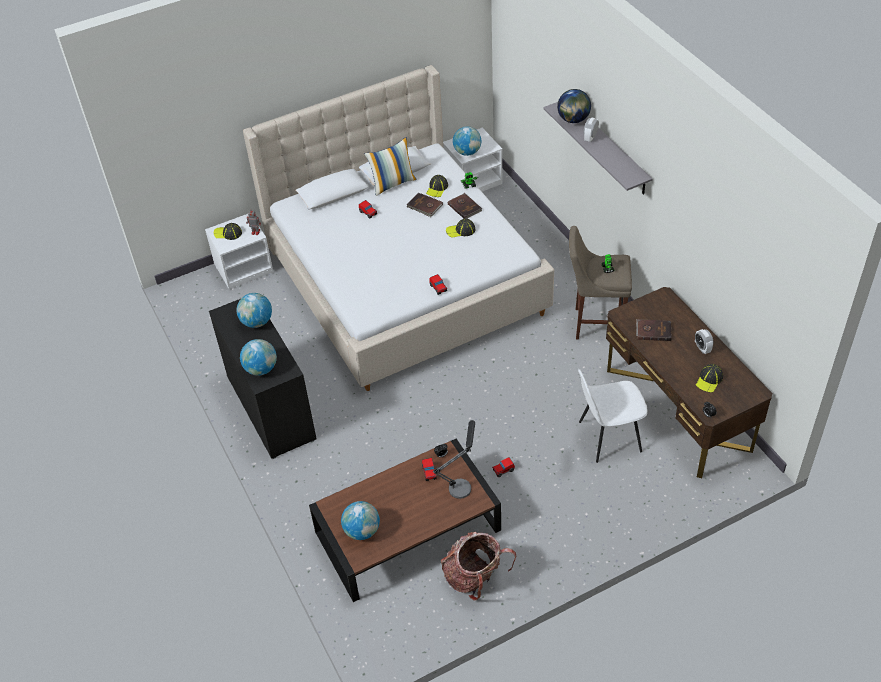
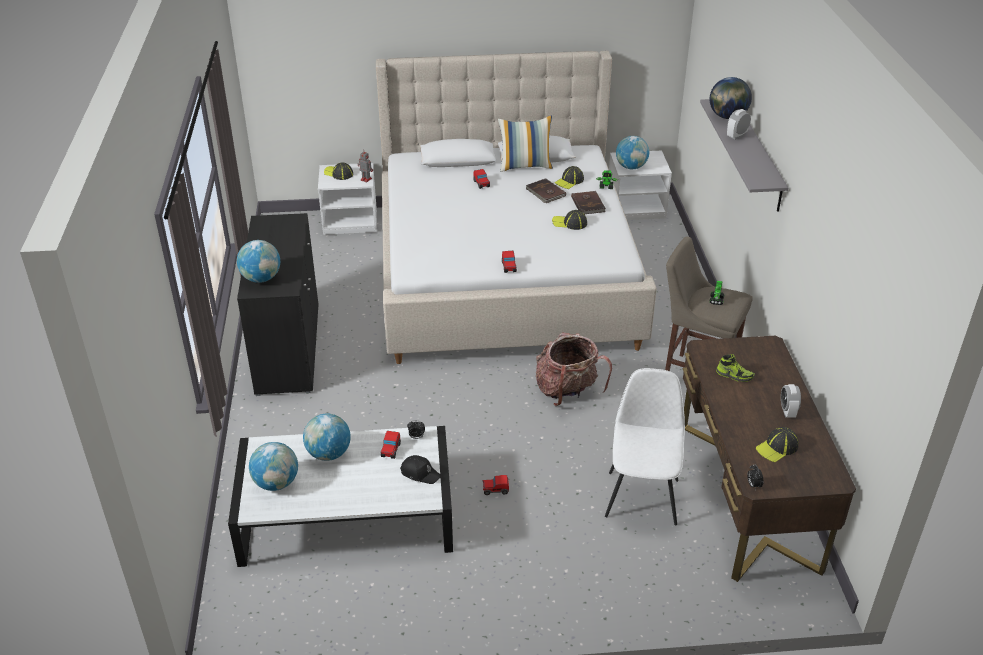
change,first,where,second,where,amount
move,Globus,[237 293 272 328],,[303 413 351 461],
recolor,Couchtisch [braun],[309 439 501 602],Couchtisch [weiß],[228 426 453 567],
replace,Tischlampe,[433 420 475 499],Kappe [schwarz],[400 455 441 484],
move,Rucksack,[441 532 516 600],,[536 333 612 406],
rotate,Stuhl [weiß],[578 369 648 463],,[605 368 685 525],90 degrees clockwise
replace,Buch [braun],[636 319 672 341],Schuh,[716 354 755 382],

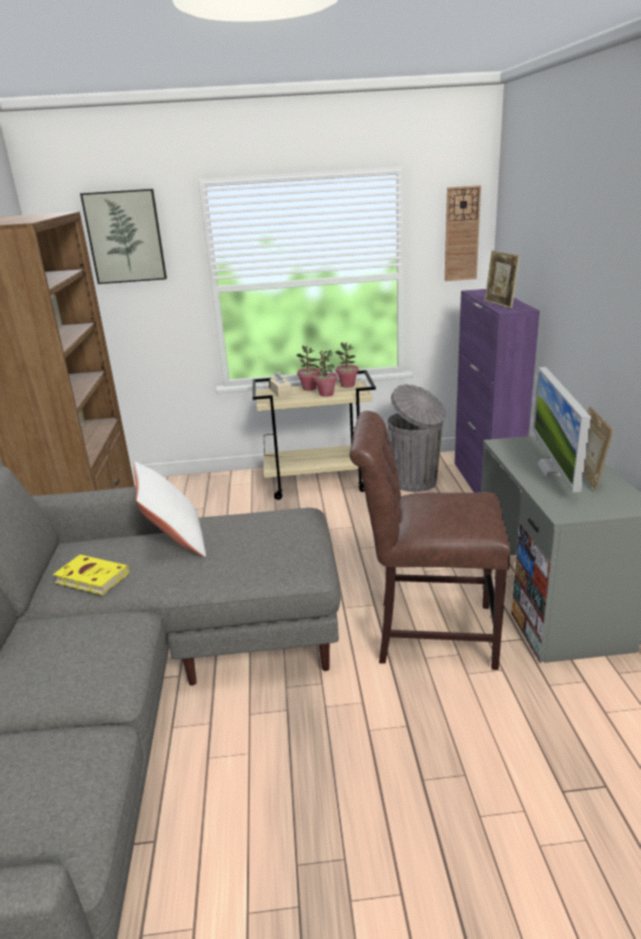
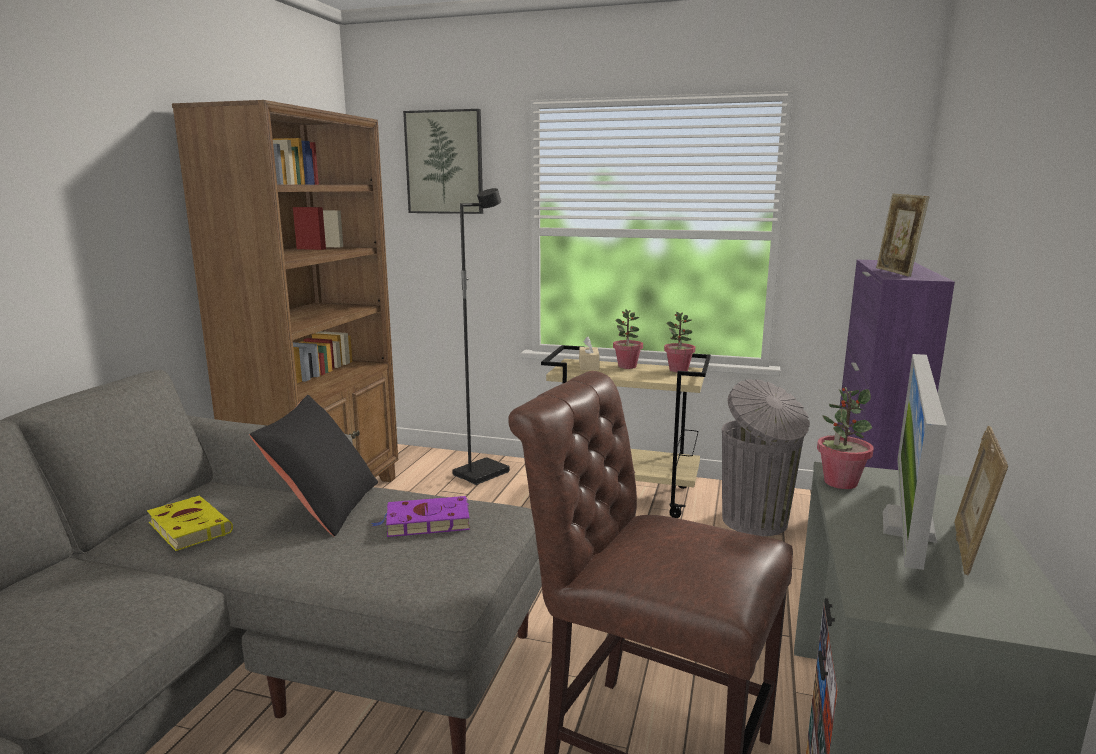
change,first,where,second,where,amount
recolor,Kissen [weiß],[134 462 206 557],Kissen [schwarz],[249 395 378 537],
move,Topfpflanze,[314 350 337 397],,[817 387 874 489],
delete,Wanduhr,[445 185 481 281],,,
insert,,,Buch [lila],[372 496 470 537],
insert,,,Stehlampe [schwarz],[452 188 510 485],

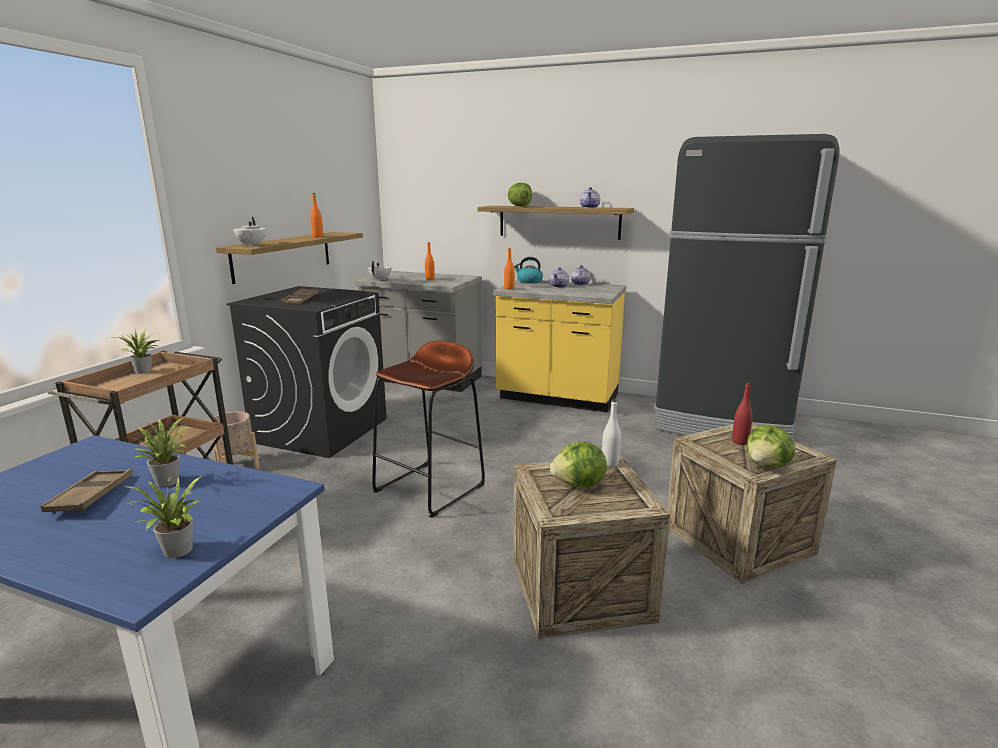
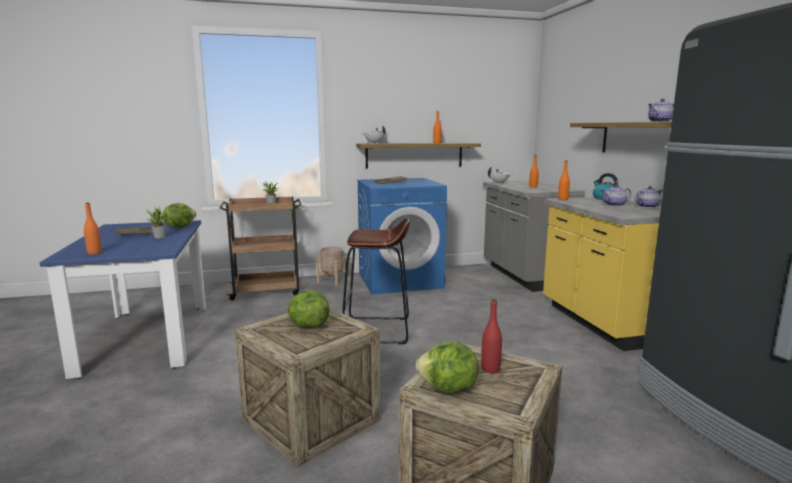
change,first,where,second,where,amount
replace,Topfpflanze,[126 476 202 558],Flasche [orange],[84 203 102 255],
recolor,Waschmaschine [schwarz],[227 286 387 458],Waschmaschine [blau],[357 178 447 294],
move,Salatkopf,[508 183 532 206],,[163 203 196 228],
delete,Flasche [weiß],[602 399 621 467],,,

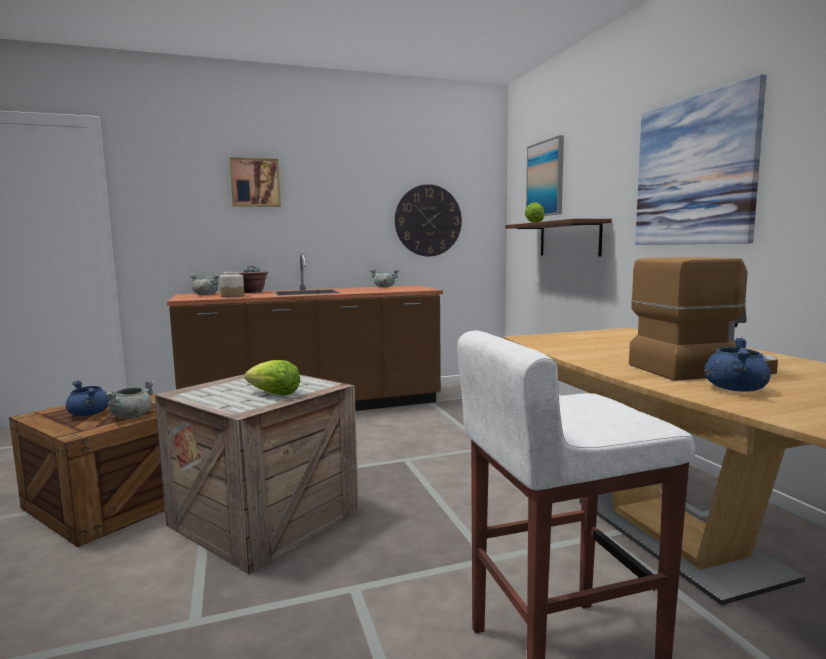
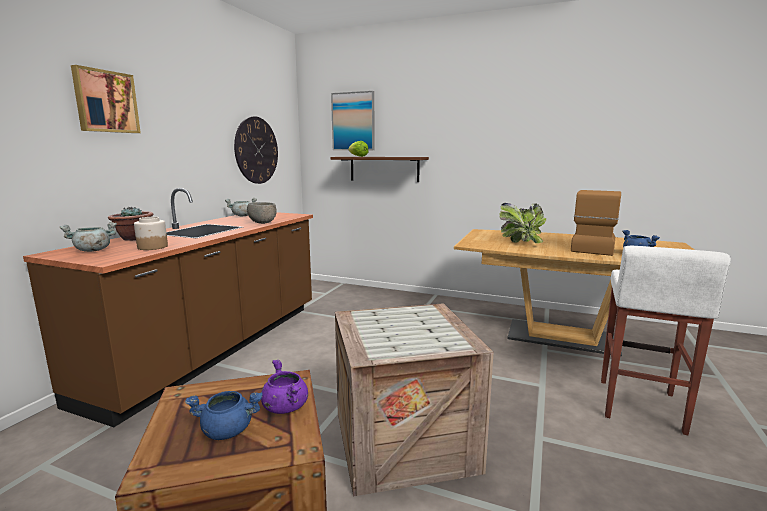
change,first,where,second,where,amount
recolor,Kochtopf [grau],[105 380 155 418],Kochtopf [lila],[261 360 308 414],
delete,Salatkopf,[245 360 300 396],,,
delete,Bild,[635 74 767 245],,,
insert,,,Schüssel [grau],[247 202 276 224],
insert,,,Topfpflanze,[499 203 546 243],

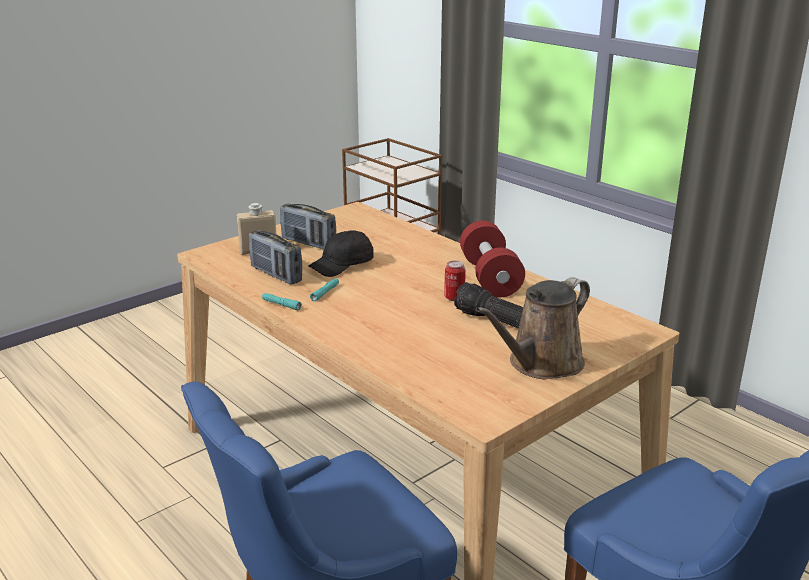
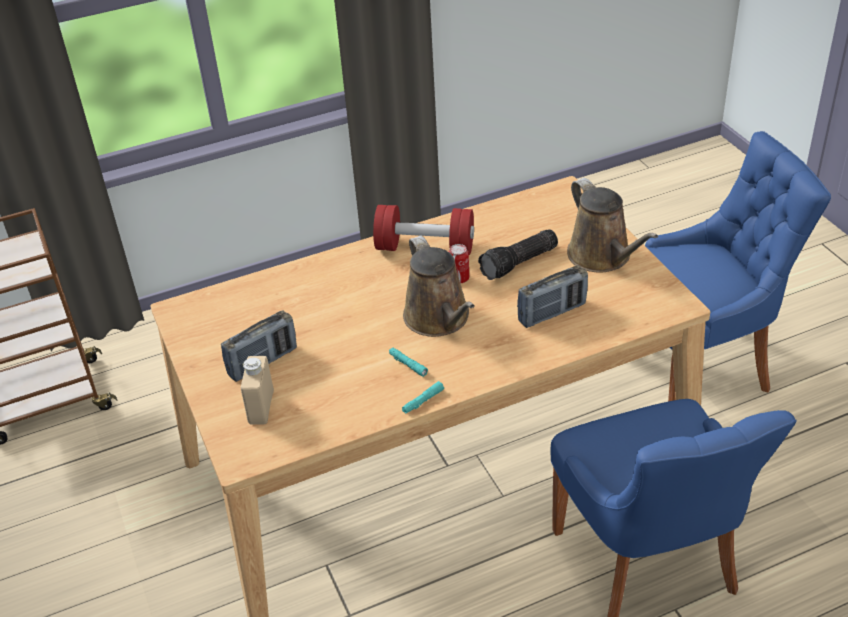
change,first,where,second,where,amount
move,Radio,[249 230 302 284],,[517 265 588 328],
delete,Kappe [schwarz],[308 230 374 277],,,
insert,,,Gießkanne [braun],[403 235 475 337],

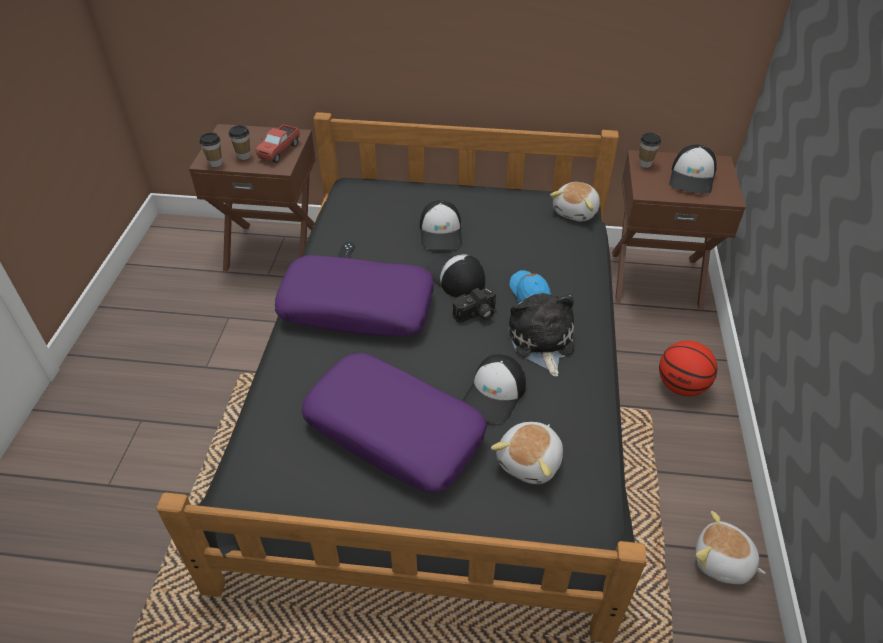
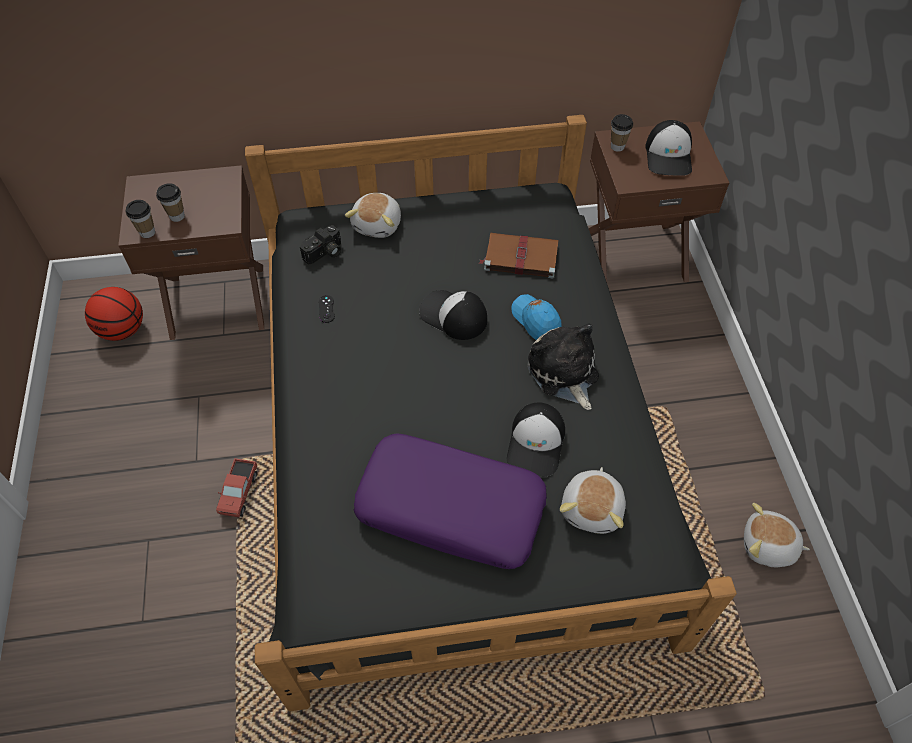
change,first,where,second,where,amount
move,Spielzeuglaster,[256 124 300 163],,[216 458 257 517],
delete,Kissen [lila],[275 255 434 336],,,
delete,Kappe,[420 200 462 250],,,
move,Kamera,[453 288 496 322],,[300 225 341 265],
move,Plüschtier,[550 182 600 222],,[345 193 401 238],
move,Basketball,[659 341 717 396],,[85 287 143 341],
insert,,,Buch [braun],[479 233 559 278],

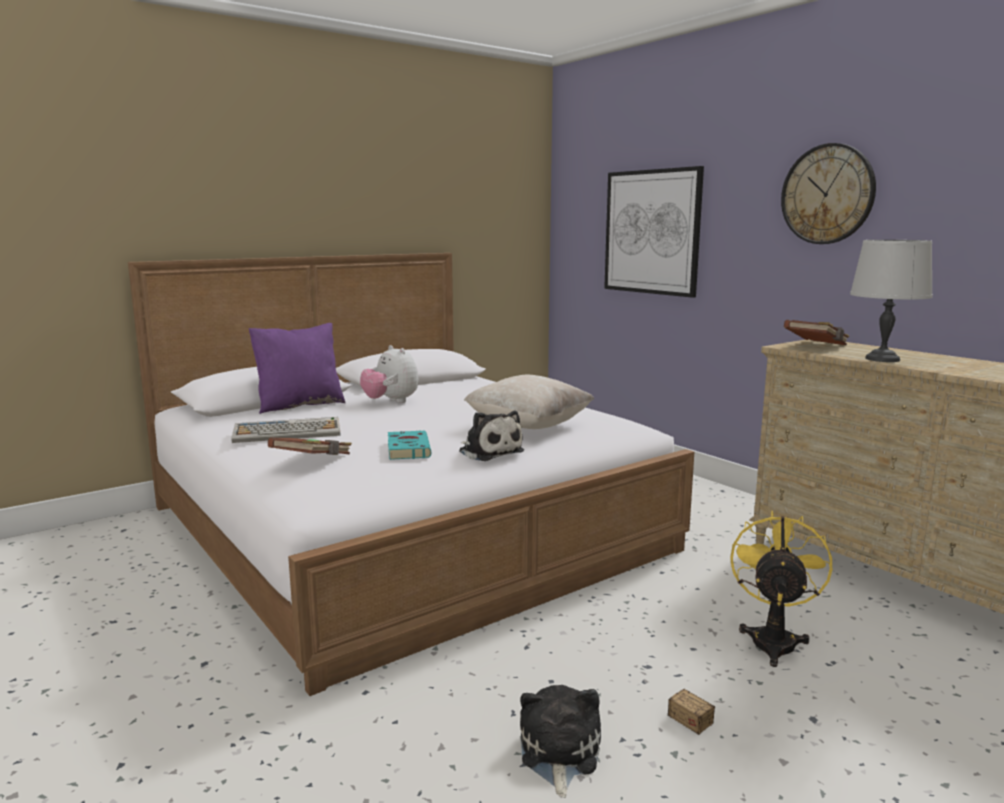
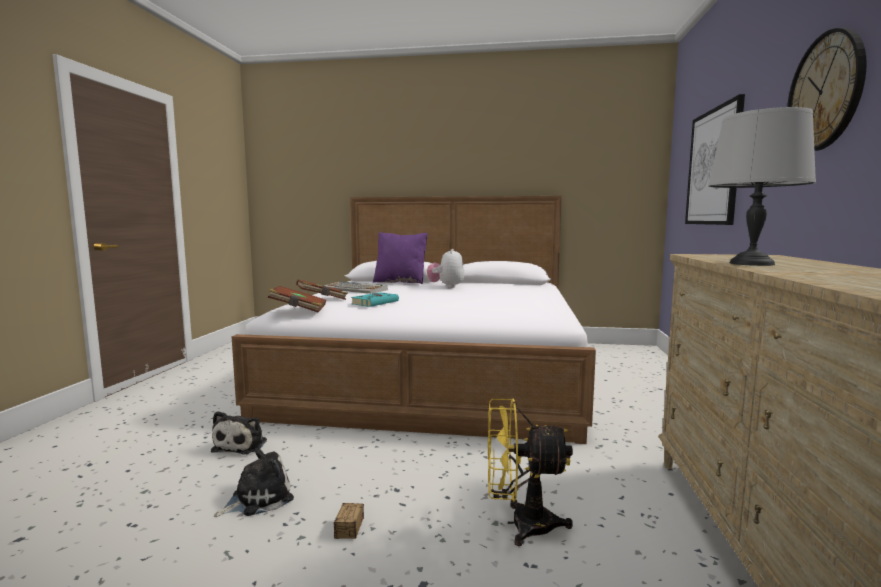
change,first,where,second,where,amount
move,Plüschtier,[459 411 524 461],,[211 411 267 455],
delete,Kissen [beige],[464 375 594 429],,,
rotate,Ventilator [gelb],[730 511 832 667],,[488 399 573 546],150 degrees counterclockwise
move,Buch [braun],[784 320 849 345],,[268 286 326 313],

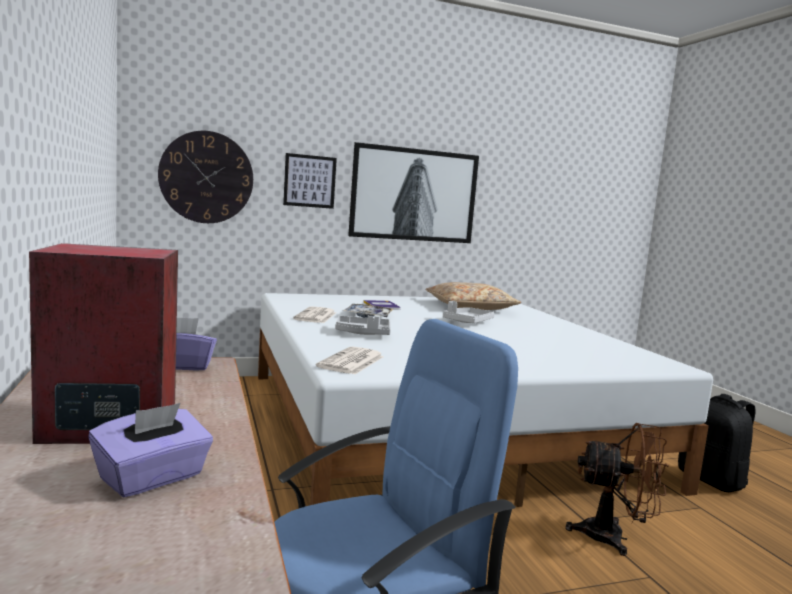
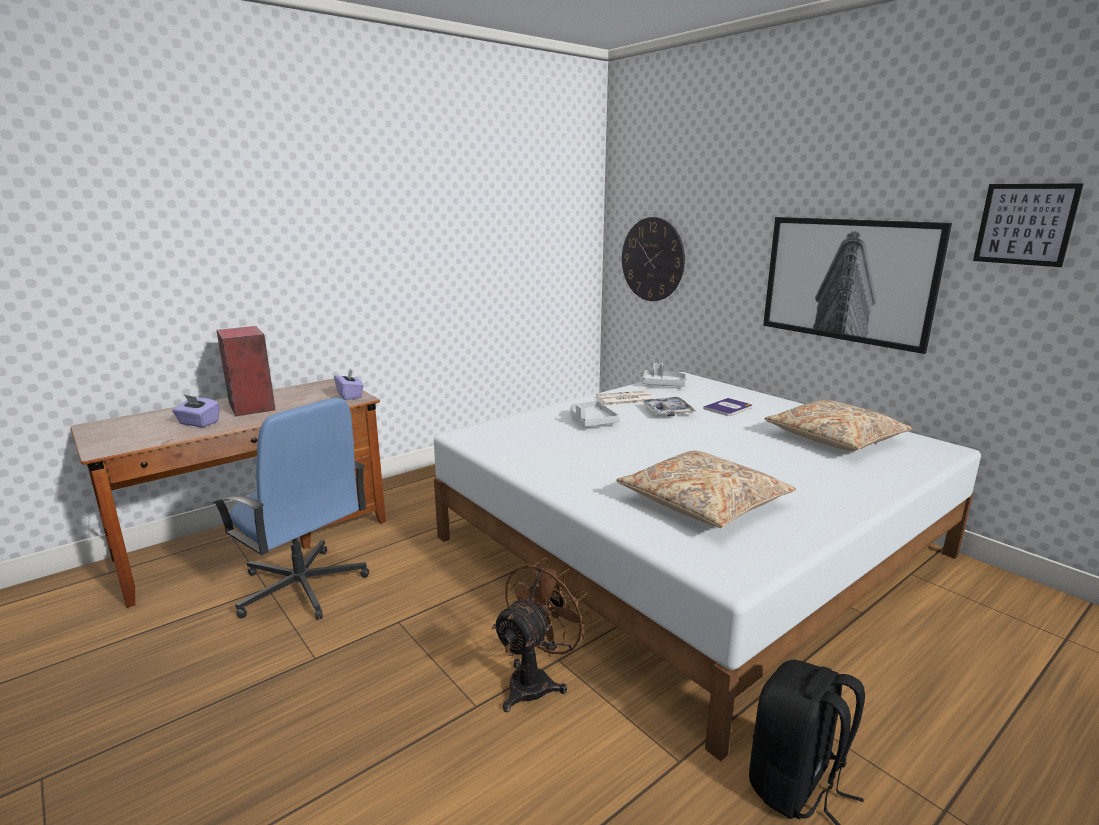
change,first,where,second,where,amount
move,Bild,[283 153 337 209],,[973 183 1084 267],
delete,Zeitung,[316 346 384 375],,,
move,Tablett [grau],[443 301 494 323],,[642 363 686 386],
rotate,Ventilator [braun],[566 423 669 556],,[492 557 593 712],135 degrees counterclockwise
insert,,,Kissen [beige],[617 451 796 528],

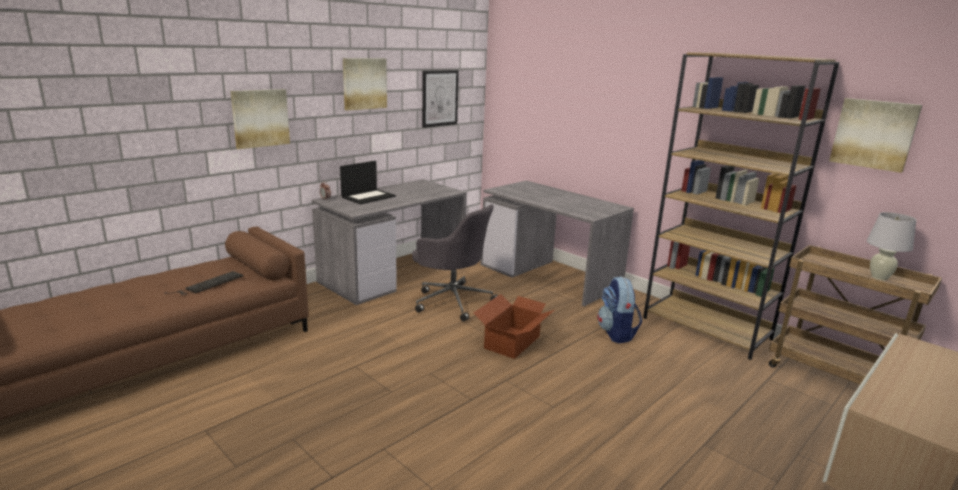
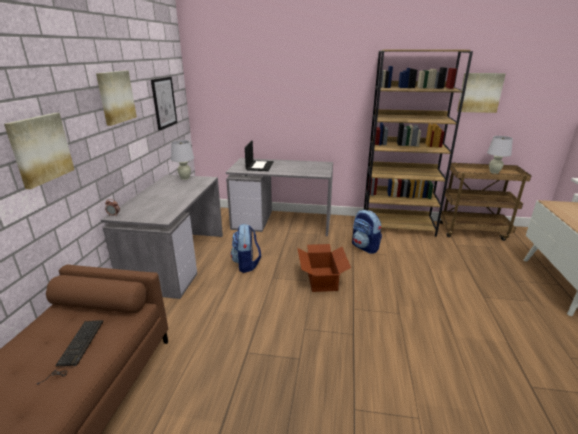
change,first,where,second,where,amount
move,Laptop,[340 161 396 204],,[245 140 274 171],
replace,Bürostuhl [grau],[412 204 498 321],Rucksack,[231 224 261 273],
insert,,,Tischlampe [weiß],[171 140 194 180],

